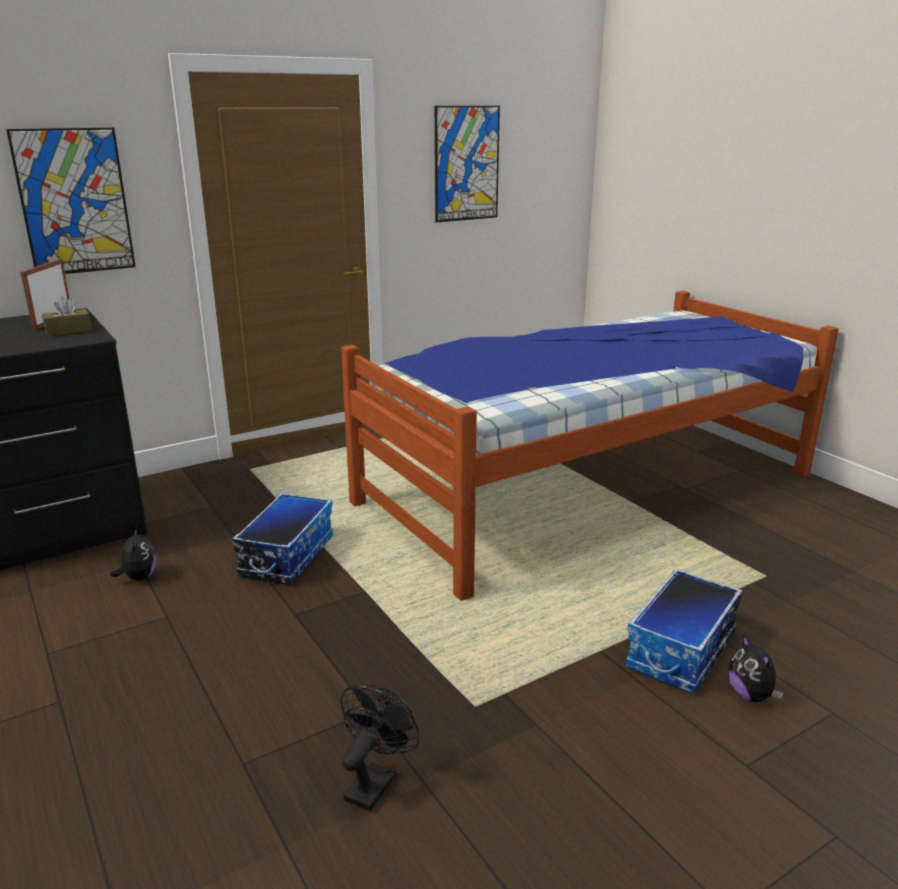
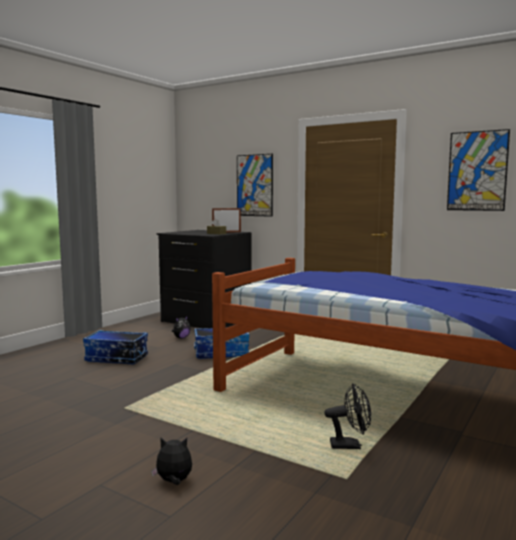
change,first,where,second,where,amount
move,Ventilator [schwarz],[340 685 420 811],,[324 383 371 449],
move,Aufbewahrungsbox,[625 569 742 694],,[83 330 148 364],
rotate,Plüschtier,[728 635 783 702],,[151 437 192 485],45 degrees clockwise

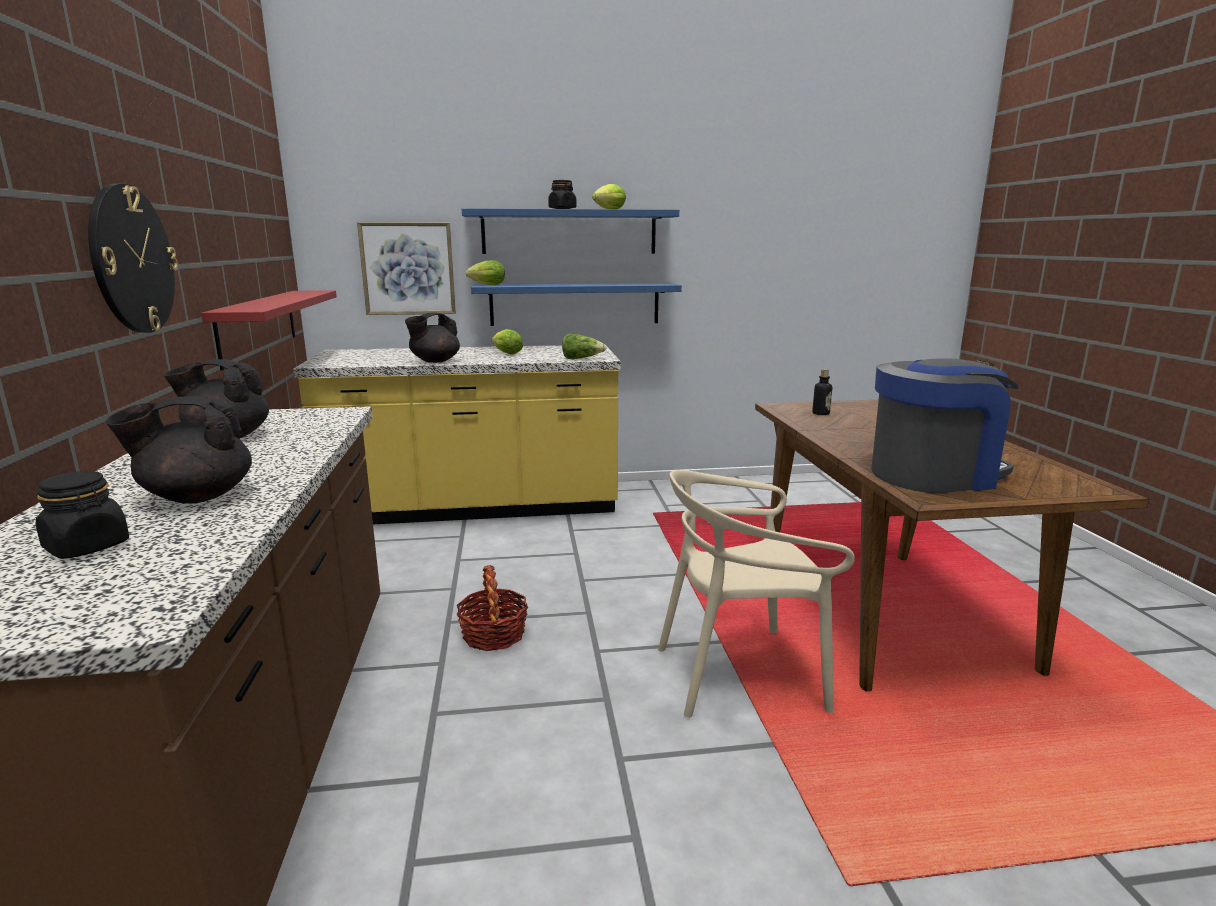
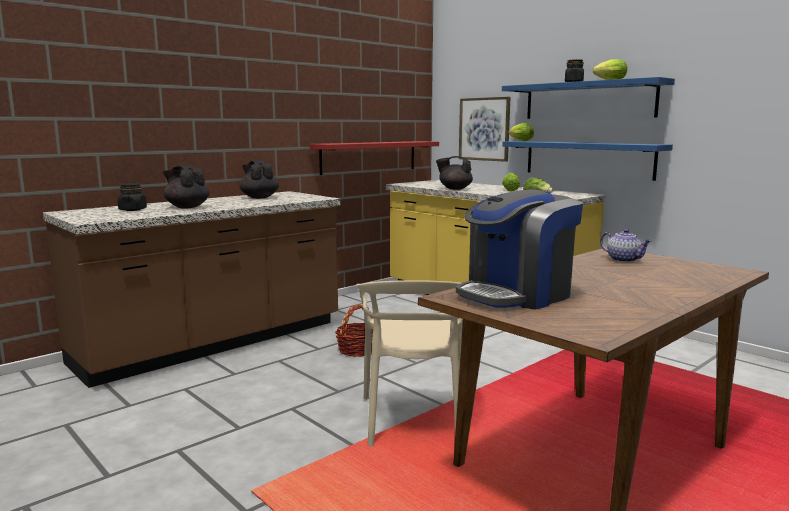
change,first,where,second,where,amount
delete,Wanduhr,[88 183 178 333],,,
rotate,Stuhl [beige],[658 470 855 718],,[357 280 463 446],135 degrees counterclockwise
replace,Flasche,[812 369 832 415],Teekanne,[600 229 652 263],
rotate,Kaffeemaschine,[871 358 1019 493],,[456 189 583 310],105 degrees clockwise

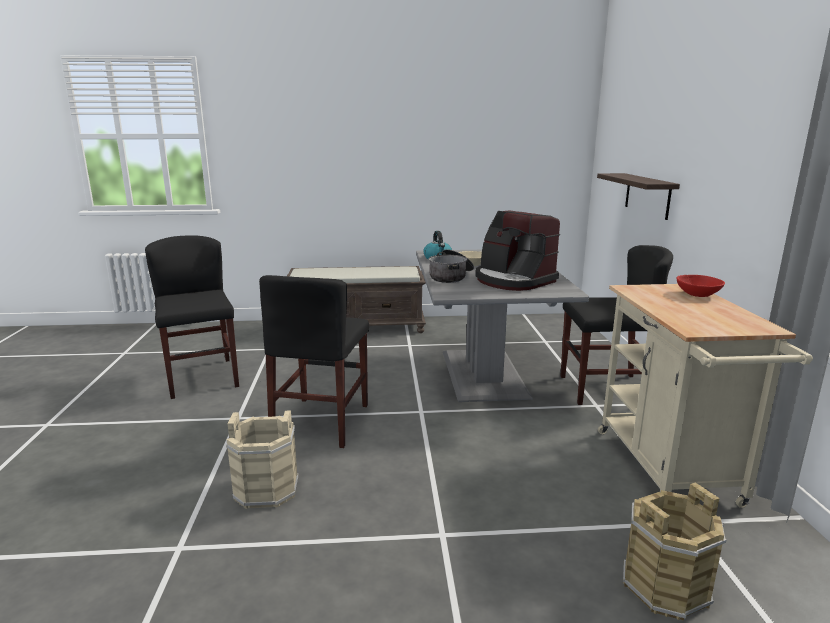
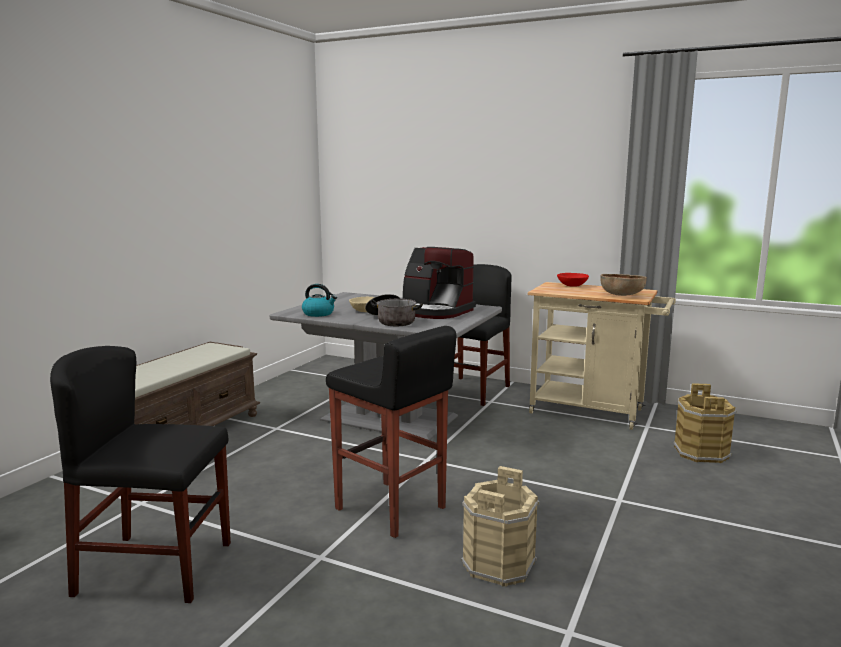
change,first,where,second,where,amount
replace,Stuhl [schwarz],[259 275 369 448],Hocker [schwarz],[326 326 456 538],
rotate,Kaffeemaschine,[475 210 560 291],,[403 247 476 319],45 degrees clockwise
delete,Wandregal,[597 173 680 220],,,
insert,,,Schüssel [braun],[600 274 647 296],

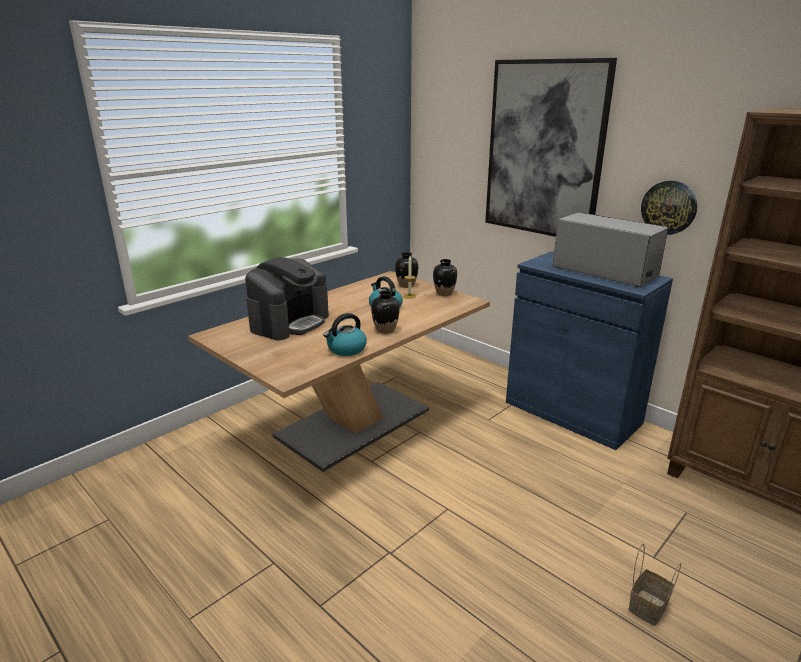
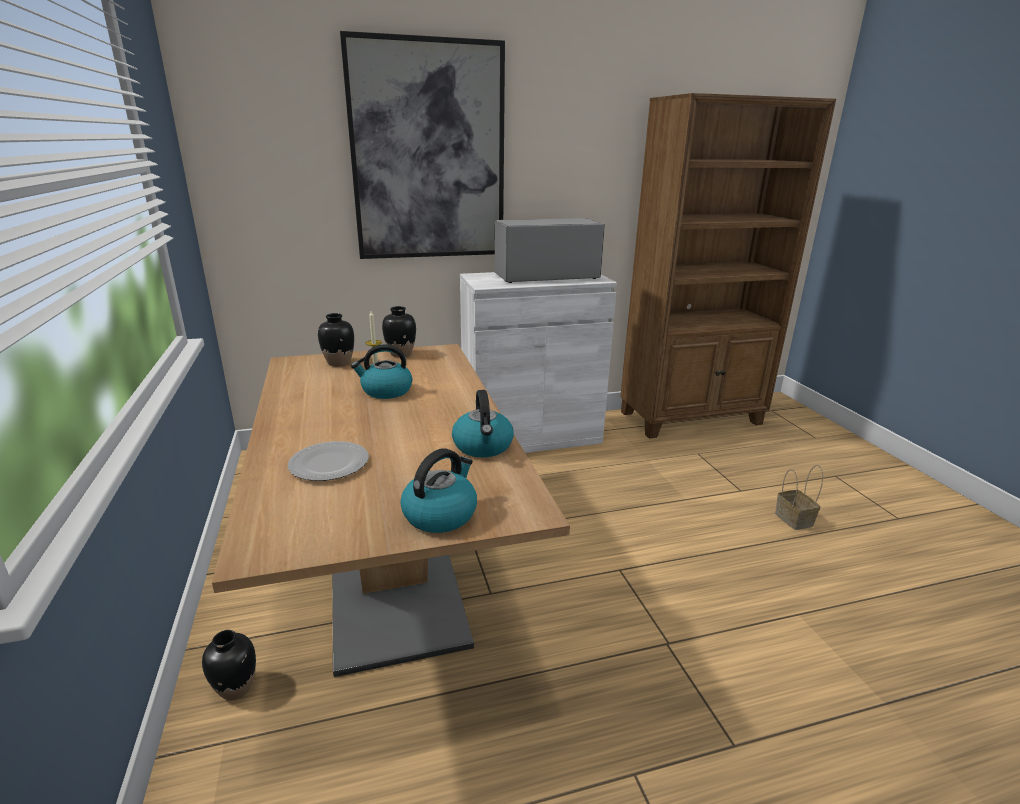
change,first,where,second,where,amount
replace,Kaffeemaschine,[245 257 329 340],Teller,[288 441 369 481],
move,Vase [schwarz],[371 291 400 334],,[202 630 256 700],
recolor,Schrank [blau],[506 251 673 450],Schrank [weiß],[460 272 617 453],
delete,Wanduhr,[641 181 697 235],,,
insert,,,Wasserkessel,[400 448 477 533],

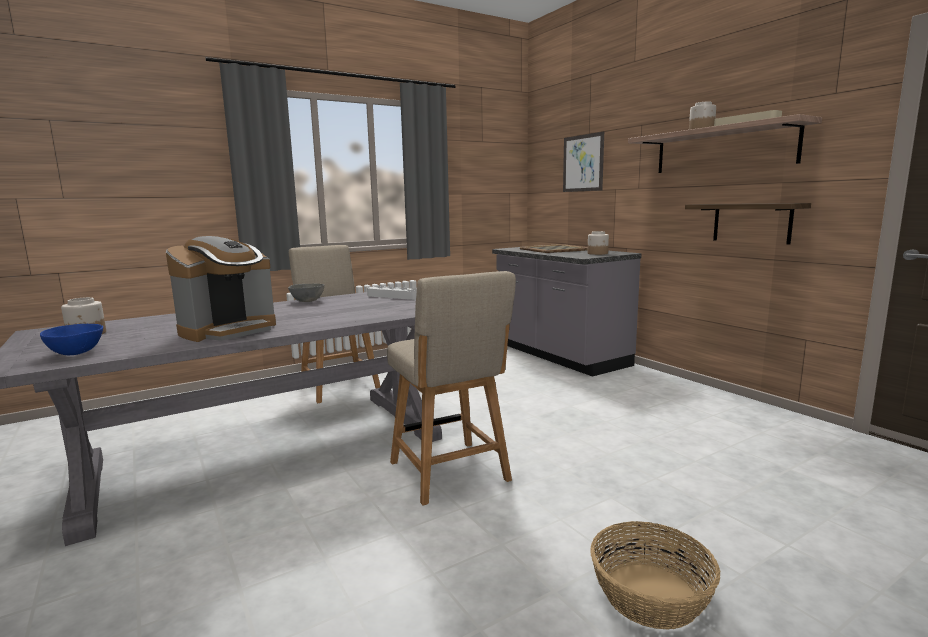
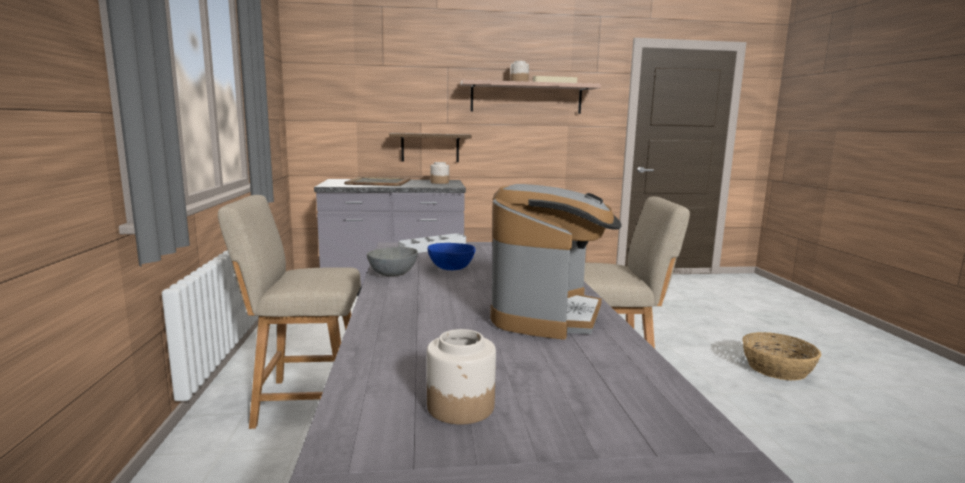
change,first,where,second,where,amount
move,Schüssel [blau],[40 324 103 355],,[428 243 476 270],
rotate,Kaffeemaschine,[166 236 276 342],,[490 184 622 340],45 degrees clockwise
delete,Bild,[563 132 604 192],,,
move,Wandregal,[685 203 811 245],,[389 133 471 162],

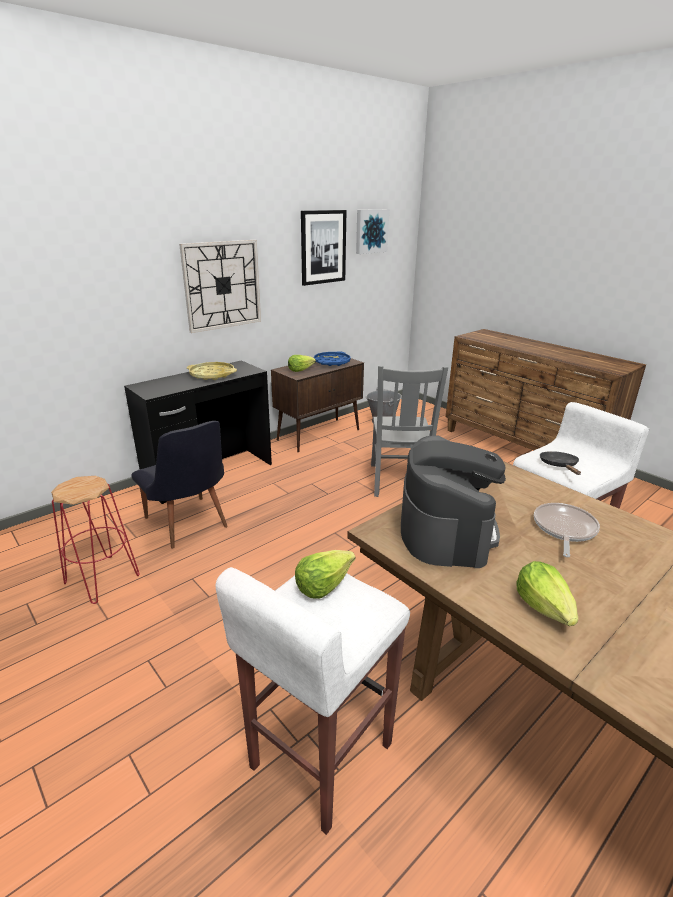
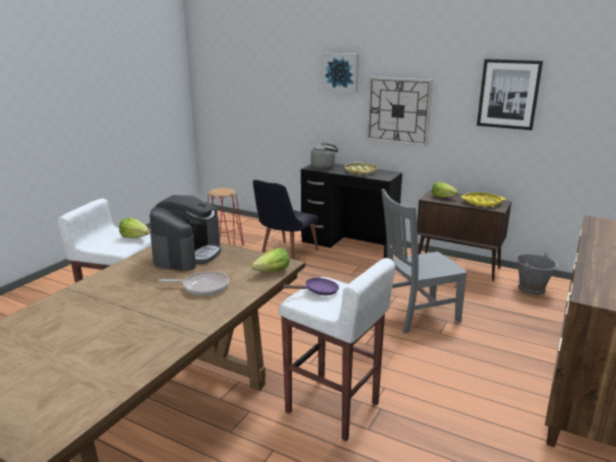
change,first,where,second,where,amount
recolor,Tablett [blau],[314 351 351 366],Tablett [gelb],[461 192 506 207],
move,Bild,[356 209 389 254],,[323 53 359 92],
rotate,Kaffeemaschine,[401 435 506 568],,[150 195 221 271],60 degrees counterclockwise
move,Salatkopf,[516 561 578 626],,[251 248 290 272],
recolor,Pfanne [schwarz],[540 451 581 475],Pfanne [lila],[283 278 339 295],
insert,,,Wasserkessel [grau],[311 143 338 169],

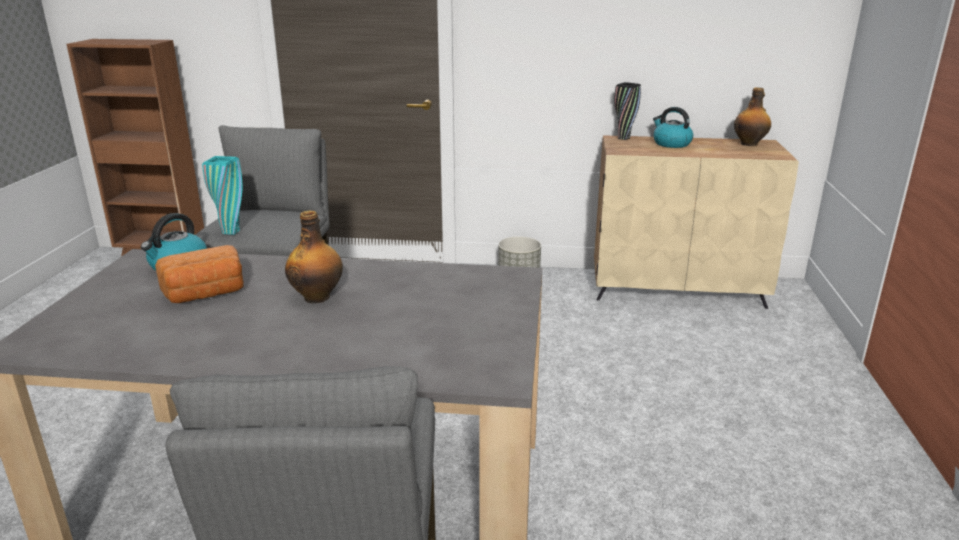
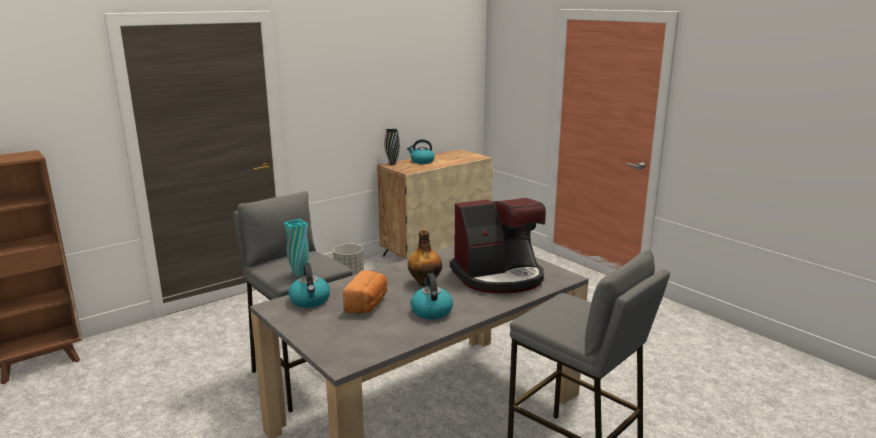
change,first,where,second,where,amount
delete,Flasche,[734 87 771 146],,,
insert,,,Wasserkessel,[411 273 453 320],
insert,,,Kaffeemaschine,[450 198 546 294],

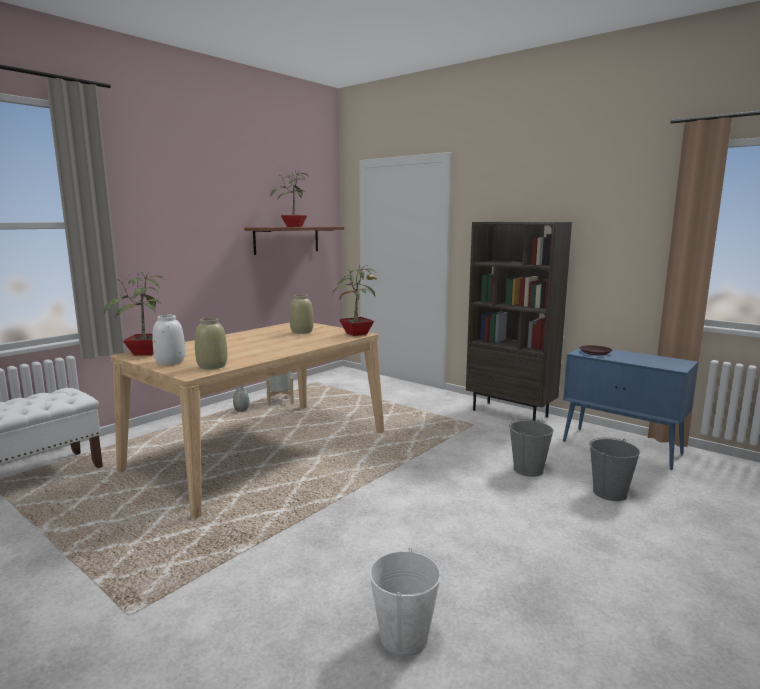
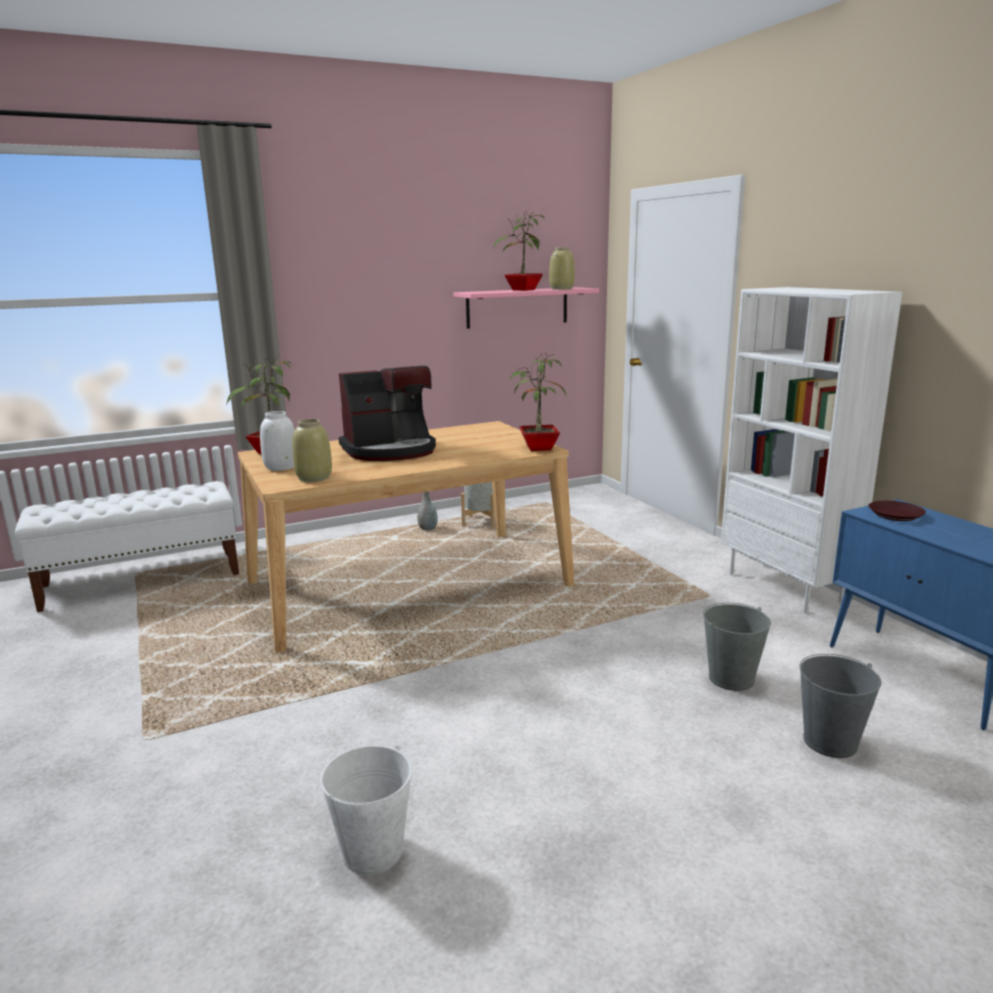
change,first,where,second,where,amount
recolor,Wandregal [braun],[244 226 344 255],Wandregal [rosa],[453 287 599 329],
move,Vase [beige],[290 294 314 334],,[549 247 575 290],
recolor,Bücherregal [braun],[466 222 572 420],Bücherregal [weiß],[721 287 902 613],
insert,,,Kaffeemaschine,[339 366 436 461],

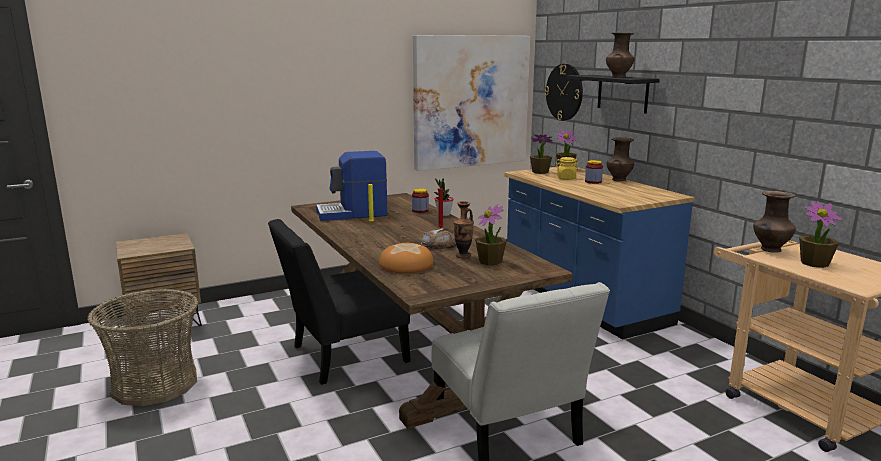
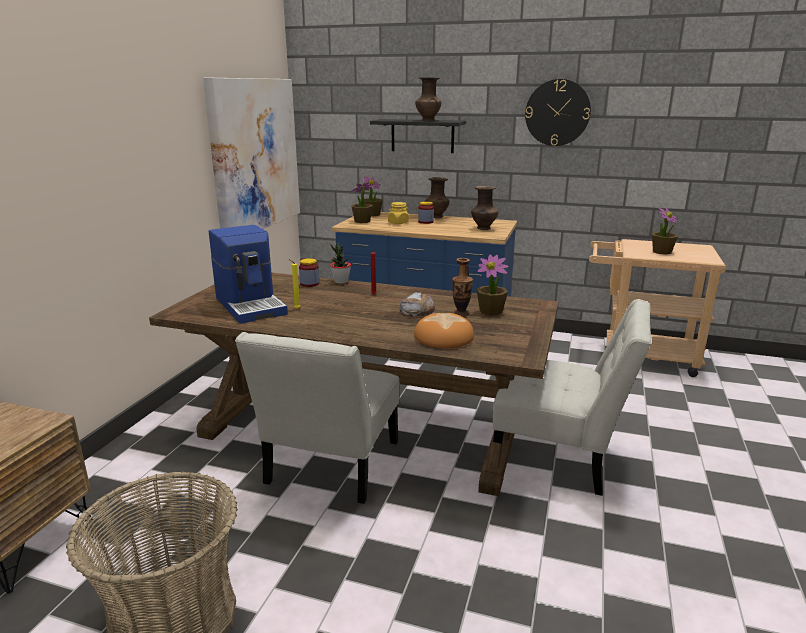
change,first,where,second,where,amount
recolor,Stuhl [schwarz],[268 219 411 385],Stuhl [weiß],[235 332 400 504],
rotate,Kaffeemaschine,[316 151 387 221],,[209 225 288 324],60 degrees counterclockwise
move,Wanduhr,[545 64 583 121],,[525 79 591 146],
move,Vase [braun],[753 191 796 253],,[471 186 498 230],

